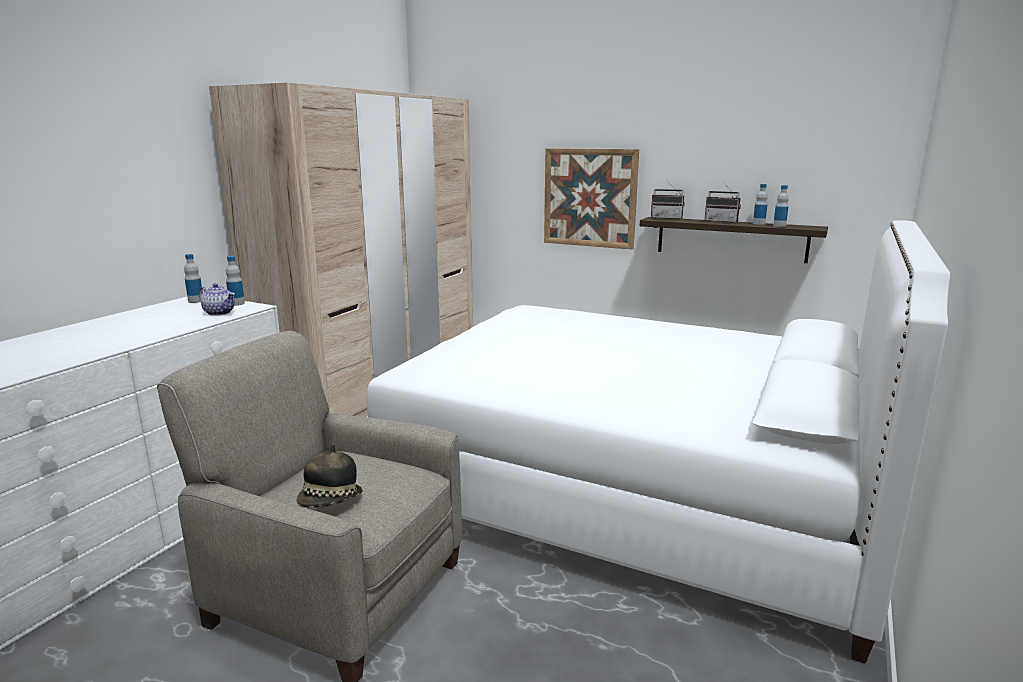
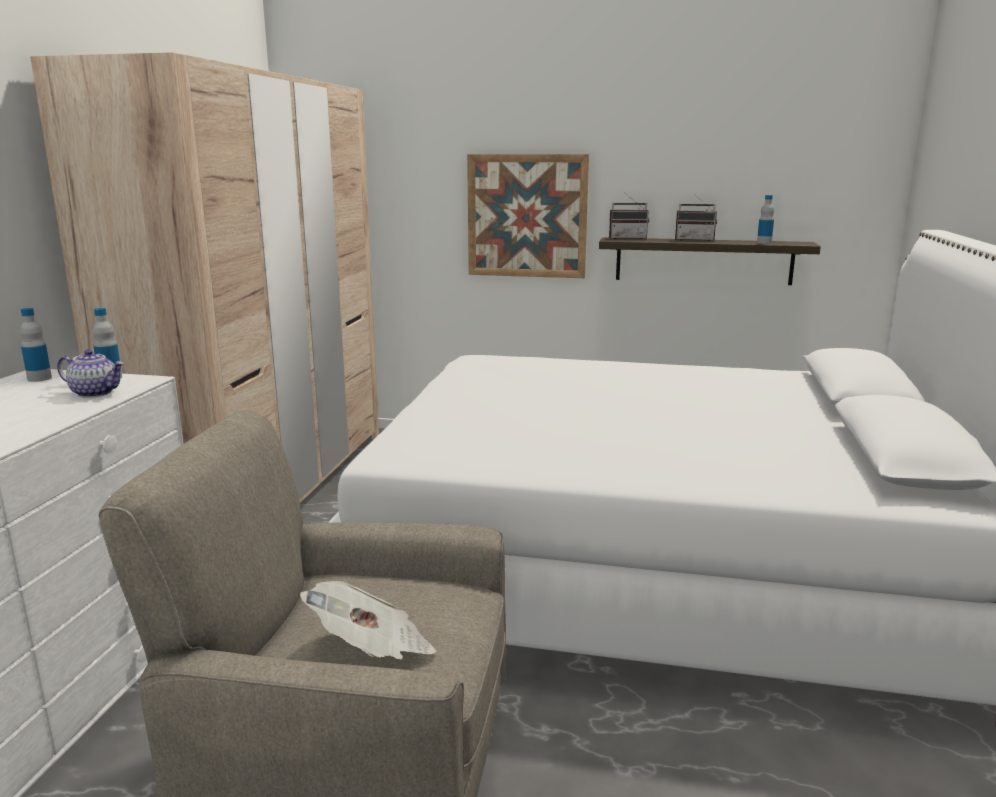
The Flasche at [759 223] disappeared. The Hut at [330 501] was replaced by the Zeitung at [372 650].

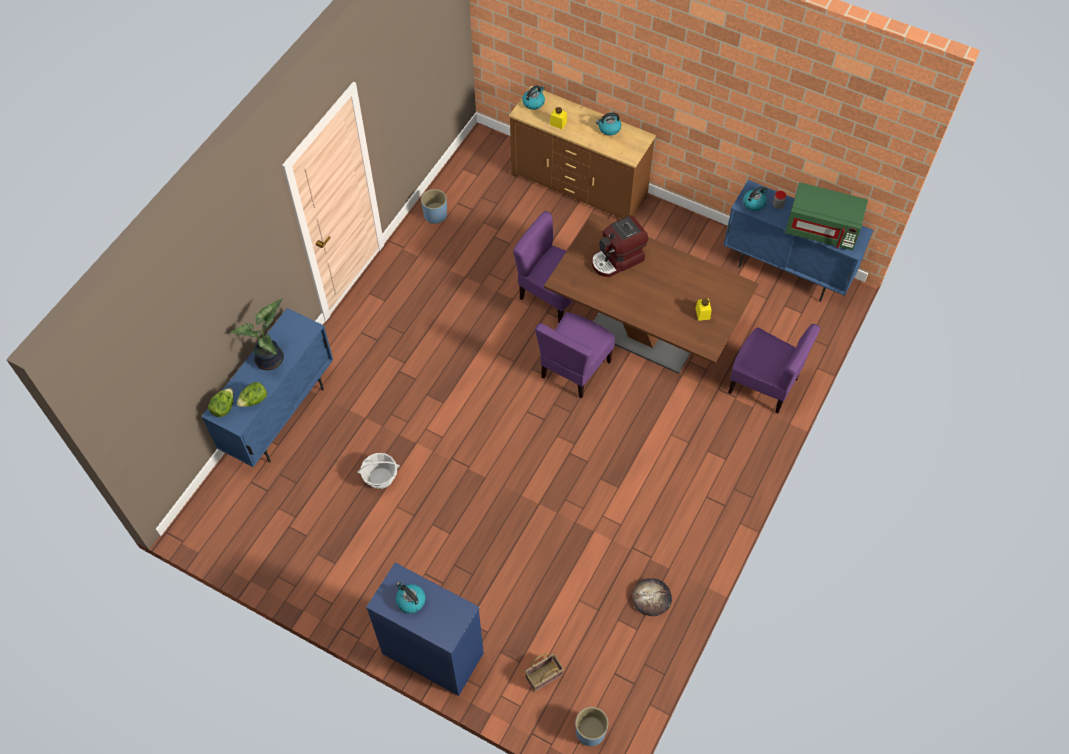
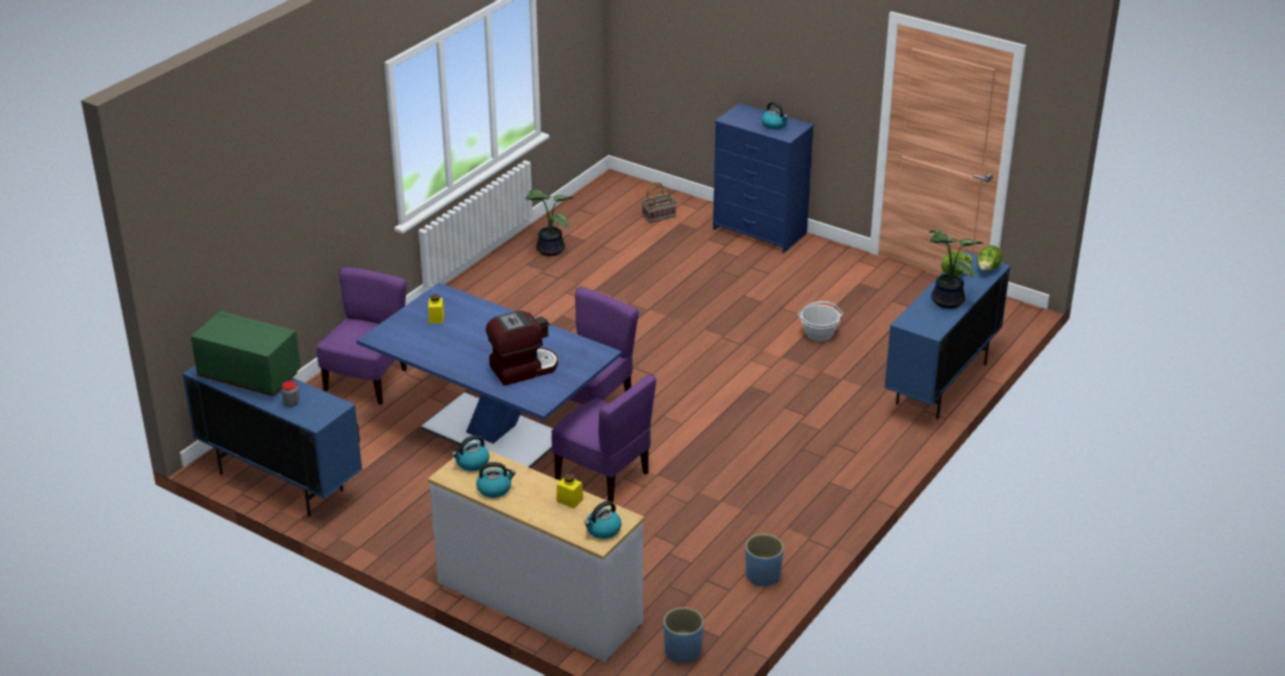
The Kommode [braun] at [579 184] became the Kommode [weiß] at [538 603]. The Wasserkessel moved from [754 203] to [472 463]. The Esstisch [braun] at [644 332] became the Esstisch [blau] at [493 433]. The Stuhl [lila] at [763 385] turned 75 degrees clockwise. The Brot at [651 598] was replaced by the Topfpflanze at [548 250]. The Pflanzkübel [blau] moved from [590 731] to [683 651].

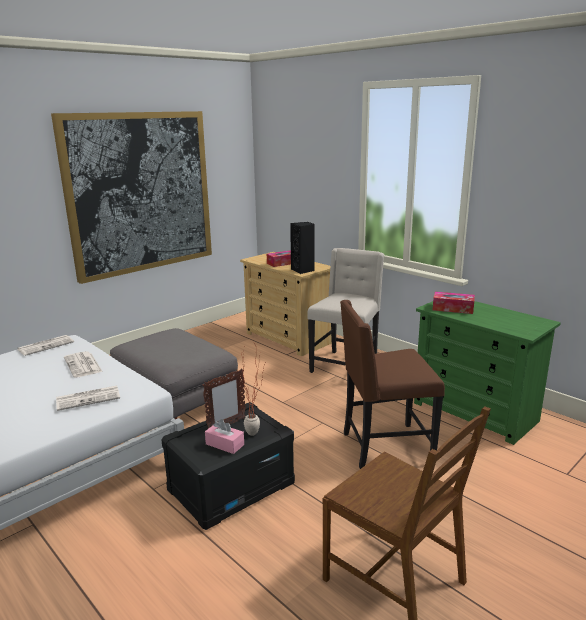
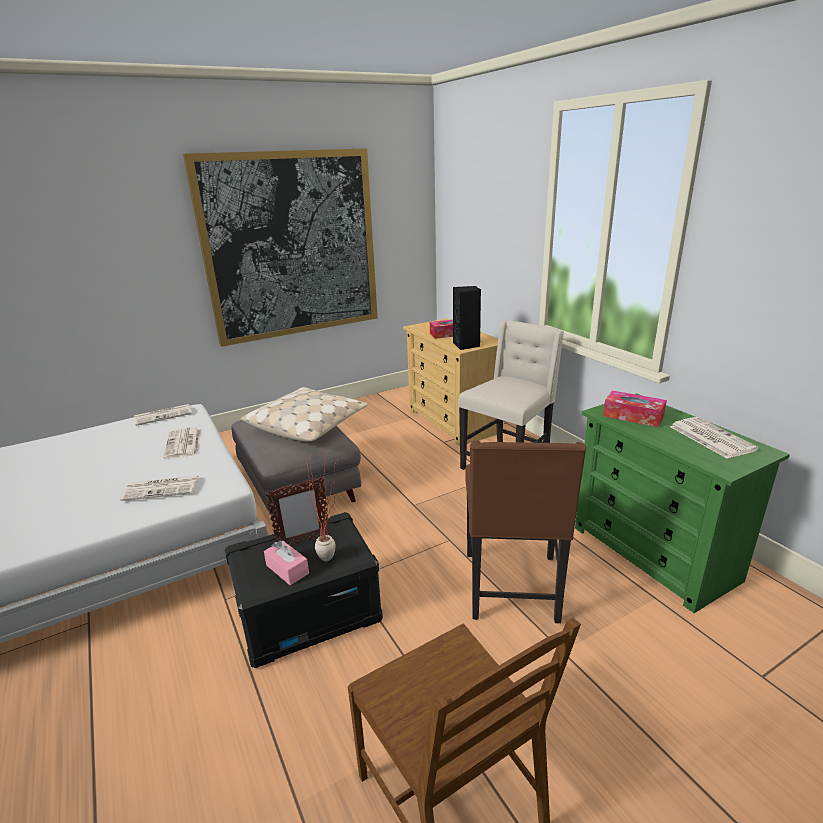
The Stuhl [braun] at [384 447] turned 90 degrees counterclockwise. The Kissen [beige] at [308 425] appeared. The Zeitung at [710 438] appeared.

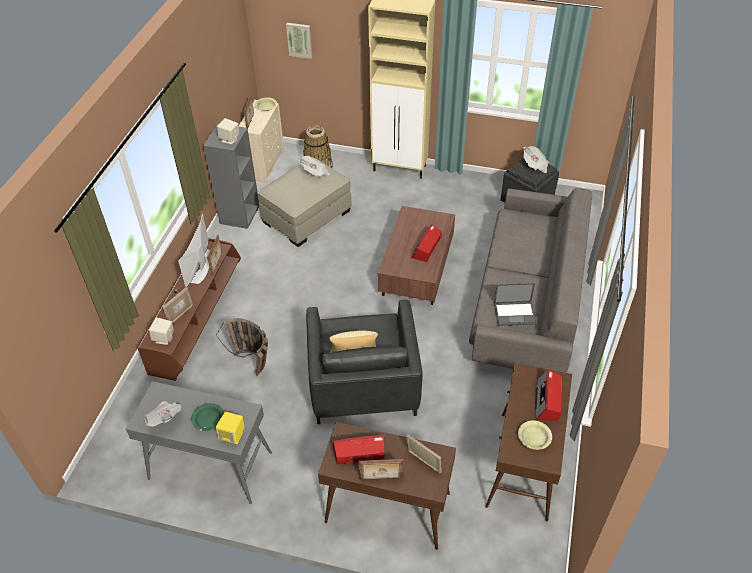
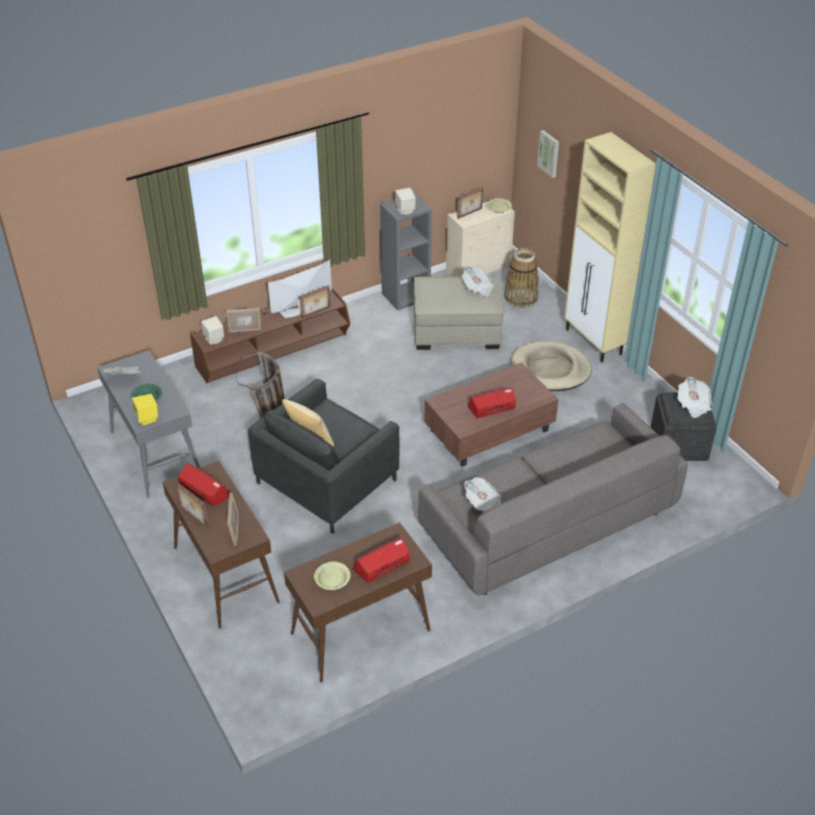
The Laptop at [515 313] was replaced by the Zeitung at [483 504]. The Hundebett [beige] at [550 369] appeared.

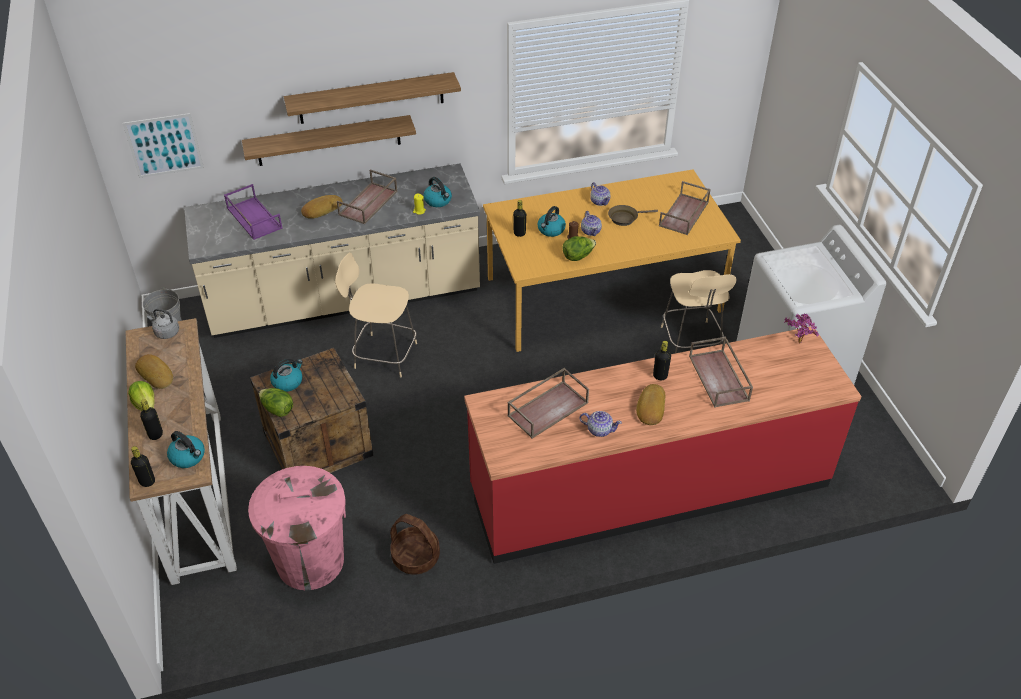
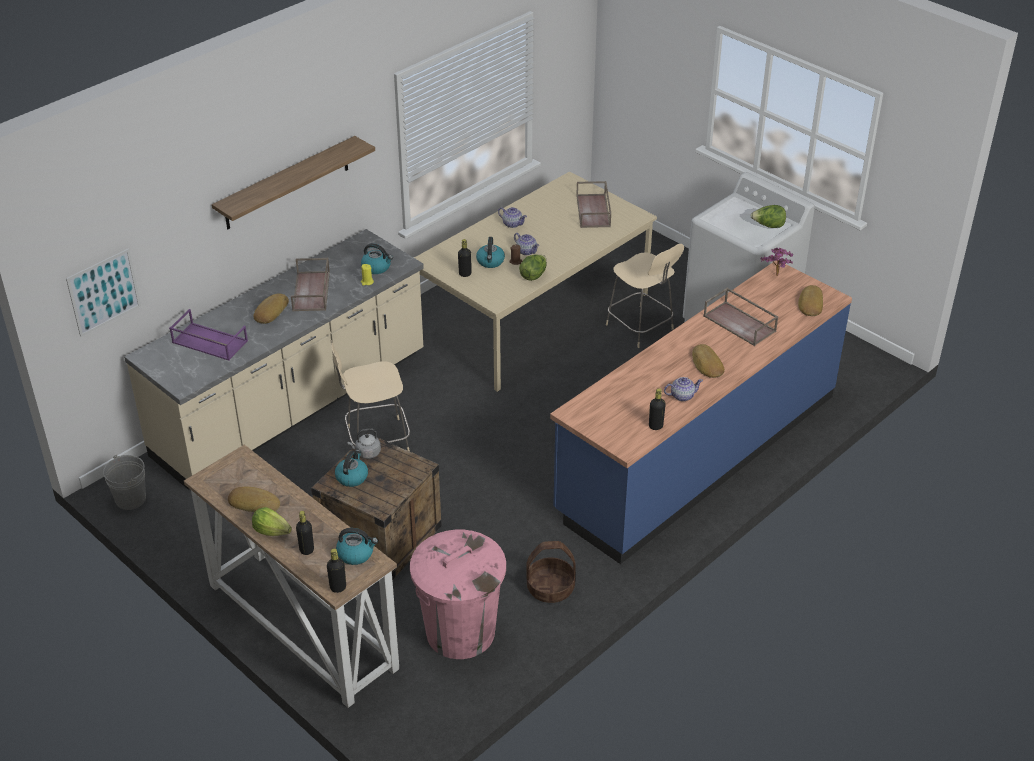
The Wandregal at [329 140] disappeared. The Esstisch [orange] at [603 293] became the Esstisch [beige] at [534 315]. The Pfanne [braun] at [625 218] disappeared. The Wasserkessel [grau] moved from [166 332] to [366 453]. The Küchenzeile [rot] at [649 486] became the Küchenzeile [blau] at [697 453]. The Flasche [schwarz] moved from [660 376] to [655 426]. The Tablett [braun] at [548 408] disappeared. The Salatkopf moved from [277 409] to [768 226]. The Brot at [810 304] appeared.

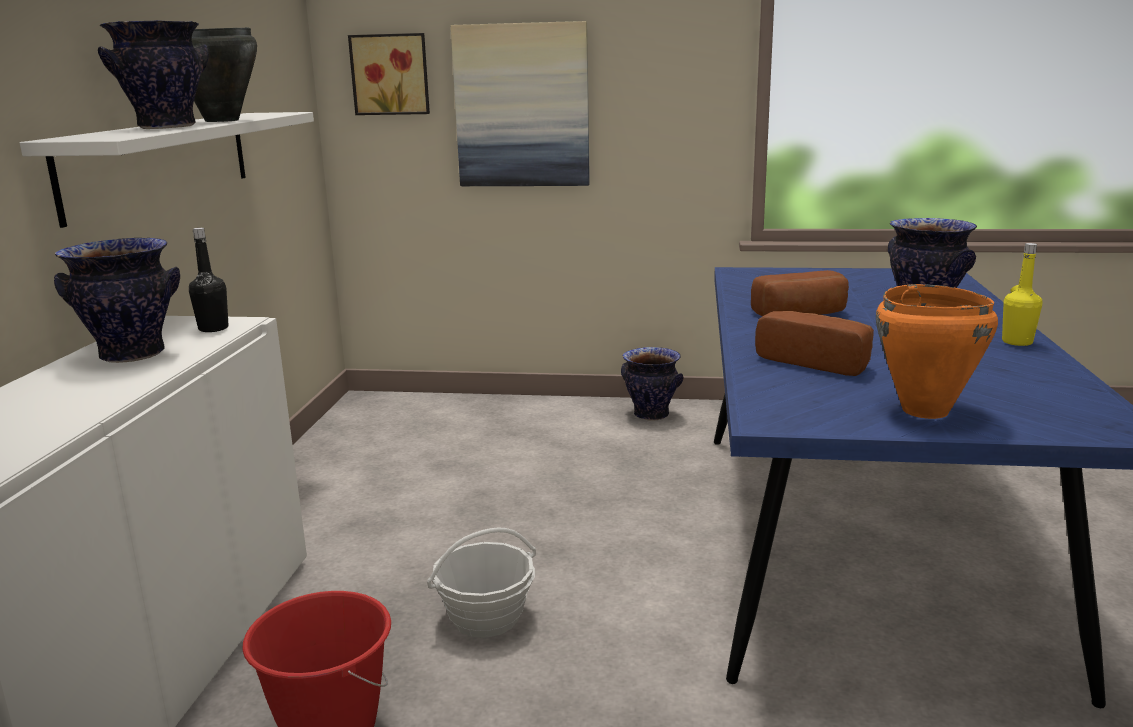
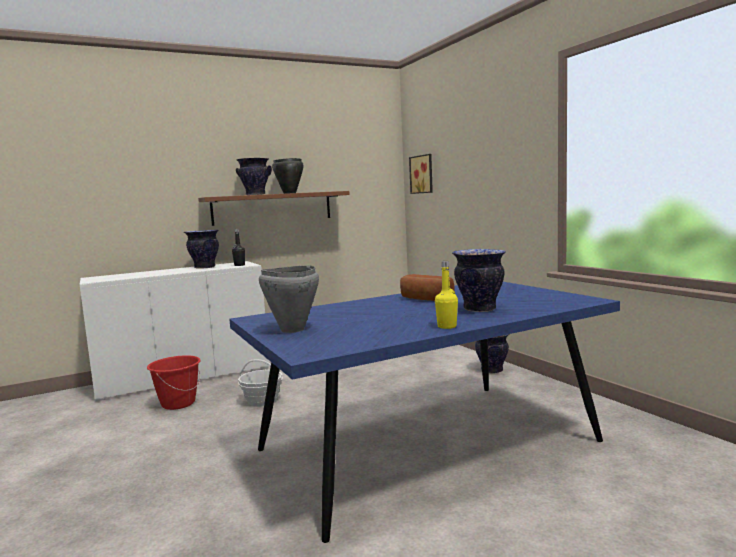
The Bild at [522 106] disappeared. The Wandregal [weiß] at [161 162] became the Wandregal [braun] at [272 208]. The Kochtopf [orange] at [924 411] became the Kochtopf [grau] at [292 330]. The Brot at [816 361] disappeared.

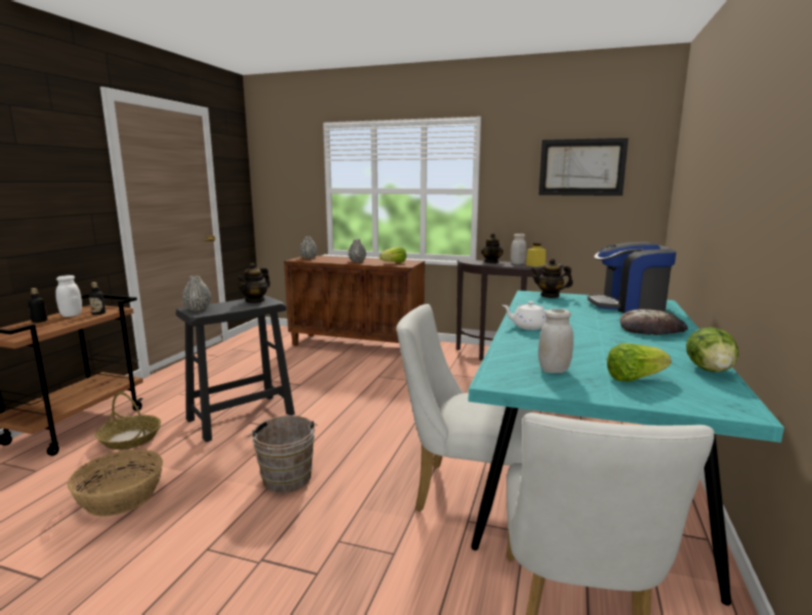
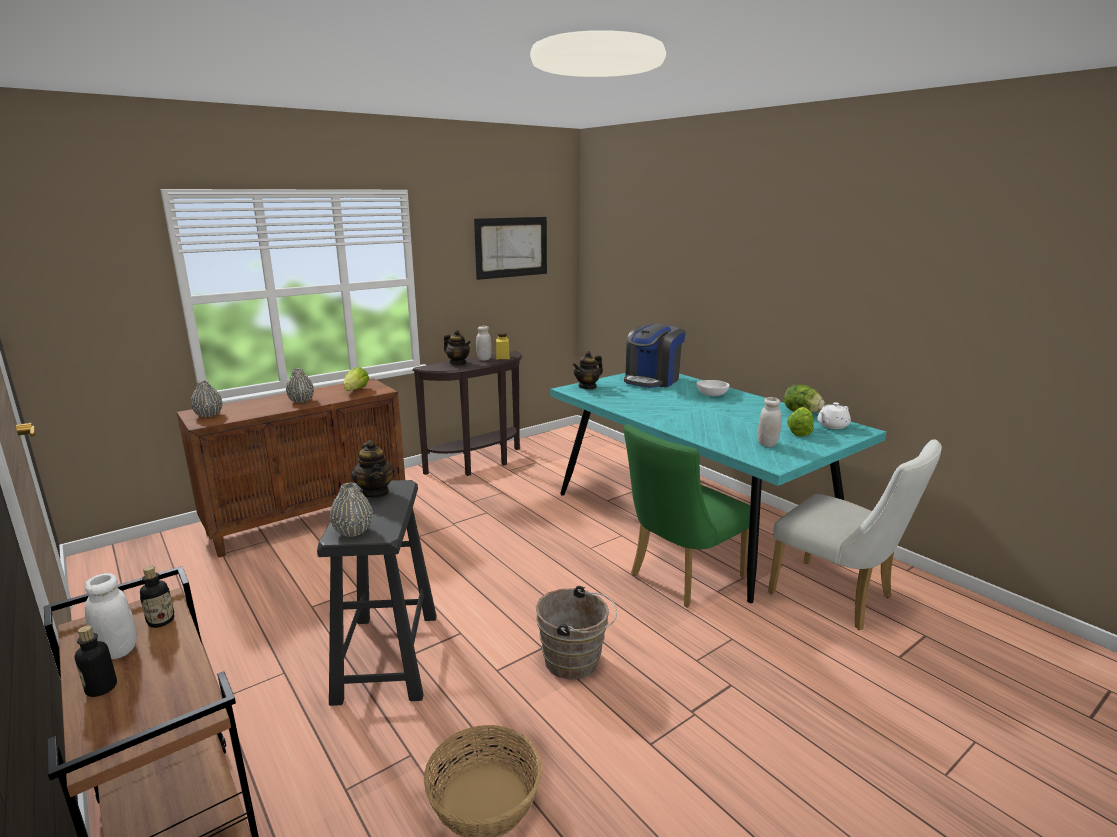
The Teekanne [weiß] moved from [528 326] to [832 426]. The Stuhl [weiß] at [462 492] became the Stuhl [grün] at [680 578]. The Brot at [651 329] was replaced by the Schüssel [weiß] at [712 395]. The Korb at [130 438] disappeared.

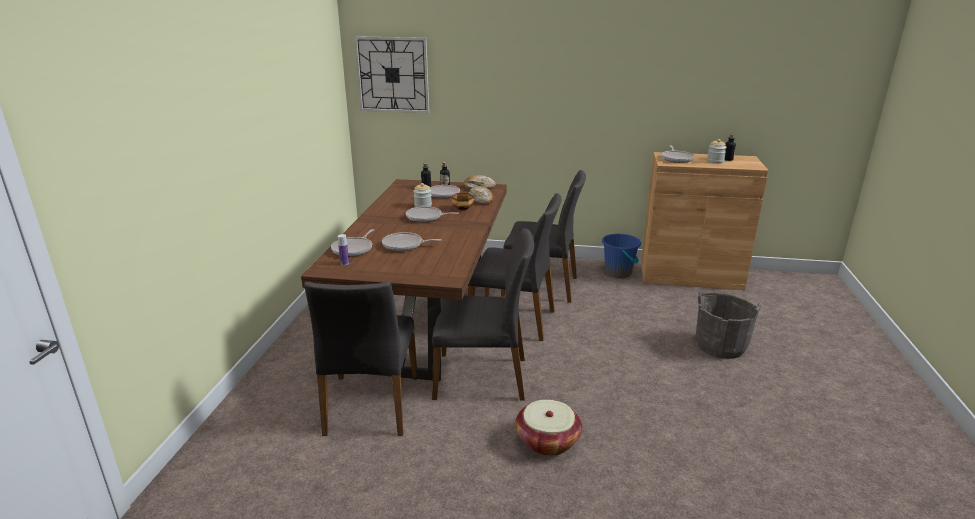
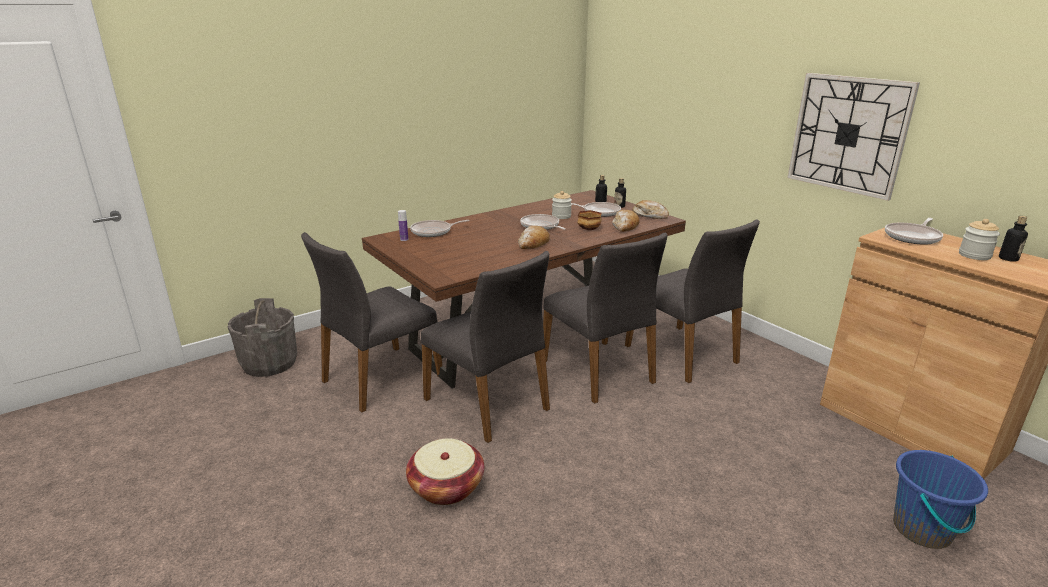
The Wanduhr moved from [392 75] to [848 134]. The Pfanne at [405 245] disappeared. The Eimer [blau] moved from [618 273] to [922 530]. The Eimer [grau] moved from [720 346] to [269 363]. The Brot at [533 244] appeared.

